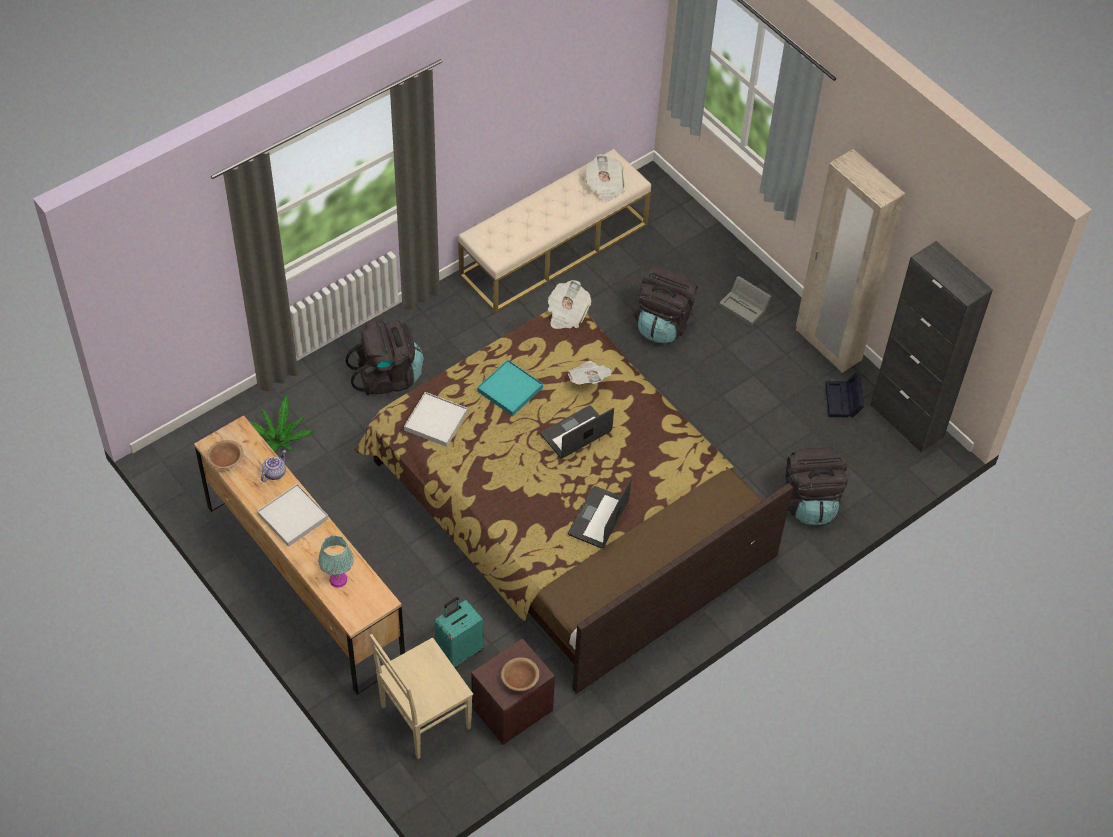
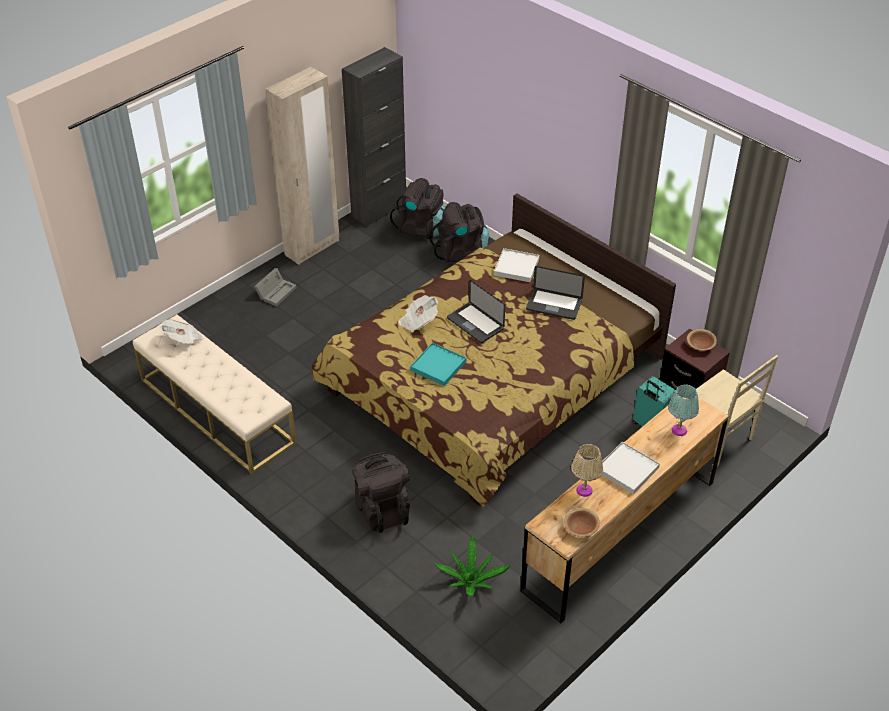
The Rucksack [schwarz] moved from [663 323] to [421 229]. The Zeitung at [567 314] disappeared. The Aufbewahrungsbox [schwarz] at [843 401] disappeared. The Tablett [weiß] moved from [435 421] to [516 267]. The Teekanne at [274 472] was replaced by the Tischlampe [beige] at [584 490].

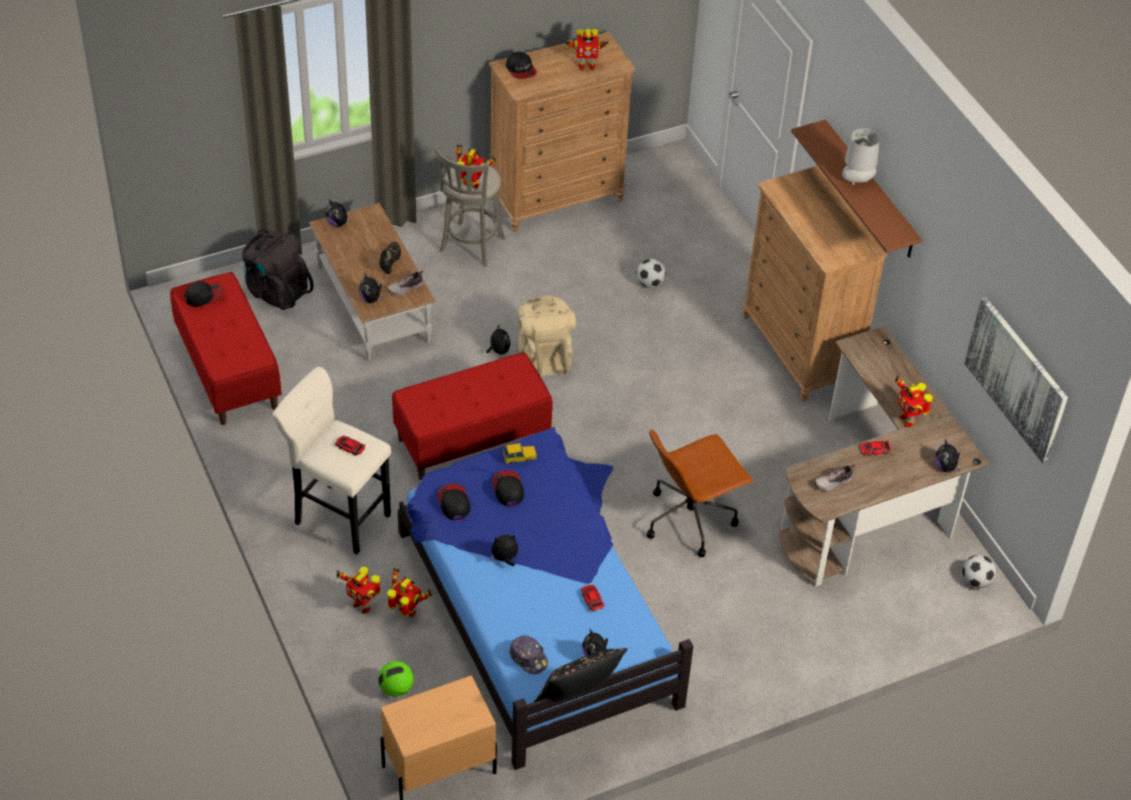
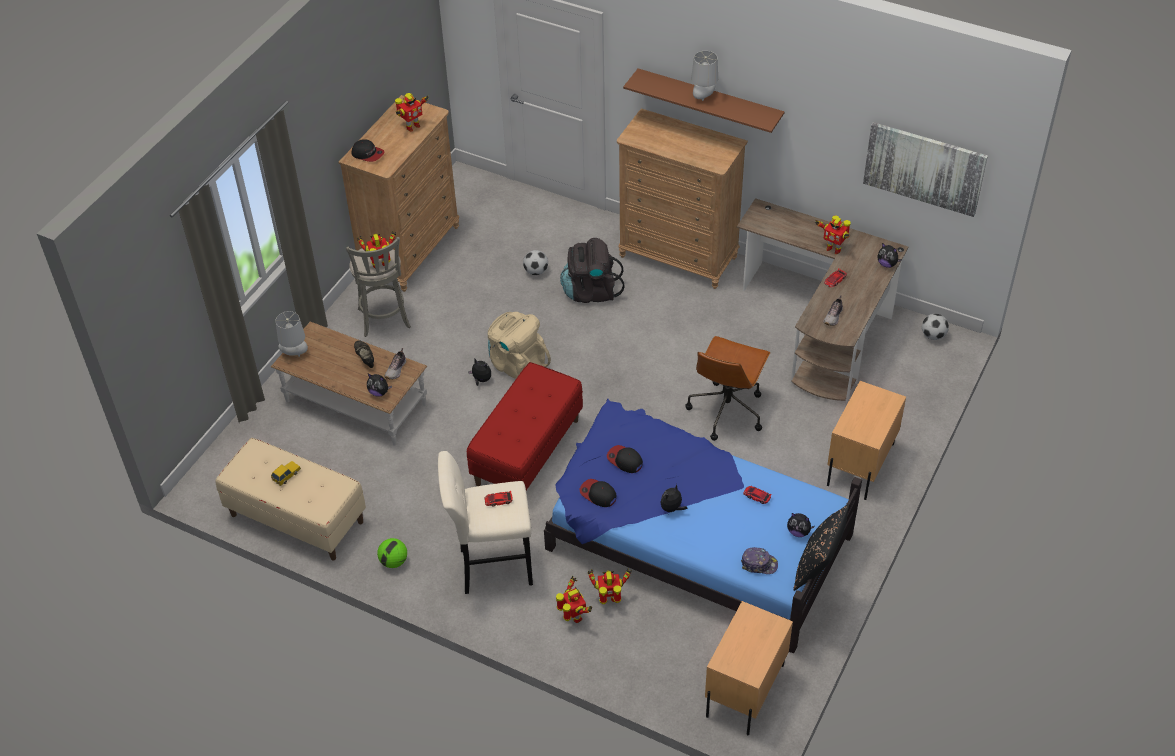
The Plüschtier at [338 223] was replaced by the Tischlampe [grau] at [295 354]. The Rucksack [schwarz] moved from [276 290] to [591 291]. The Bank [rot] at [228 371] became the Bank [beige] at [296 518]. The Kappe at [204 296] disappeared. The Spielzeugauto moved from [520 457] to [286 475]. The Spielzeugroboter at [362 605] turned 120 degrees counterclockwise. The Fußball moved from [396 688] to [393 561]. The Nachttisch [beige] at [860 464] appeared.

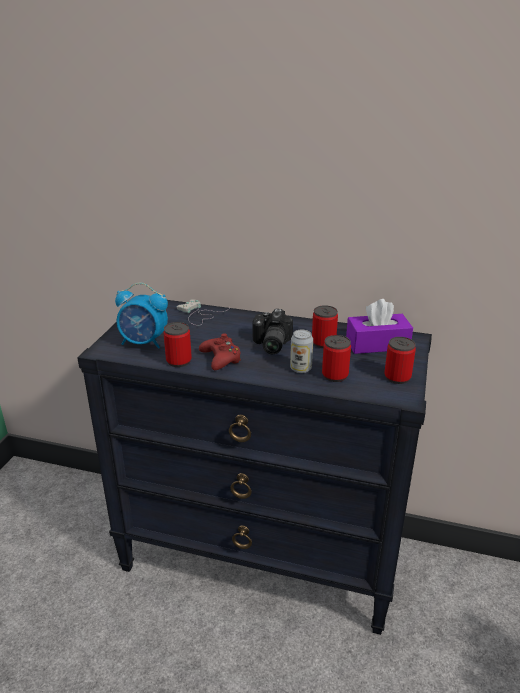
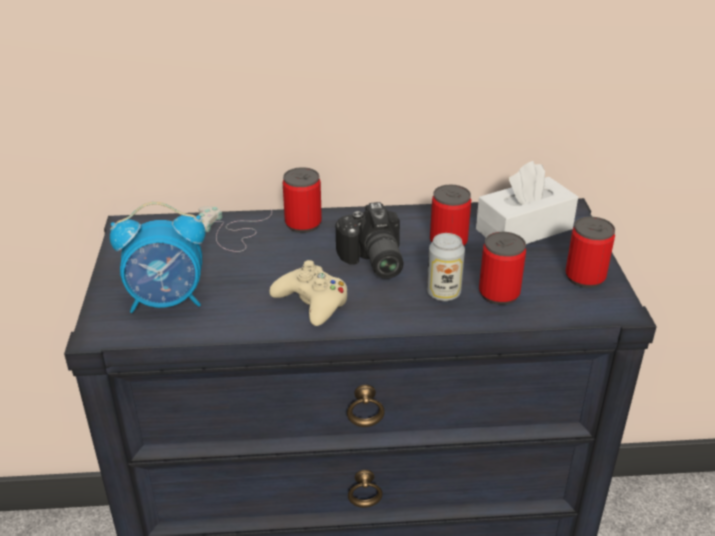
The Taschentuchbox [lila] at [377 344] became the Taschentuchbox [weiß] at [524 229]. The Dose moved from [179 361] to [303 224]. The Gamepad [rot] at [221 358] became the Gamepad [beige] at [312 302].

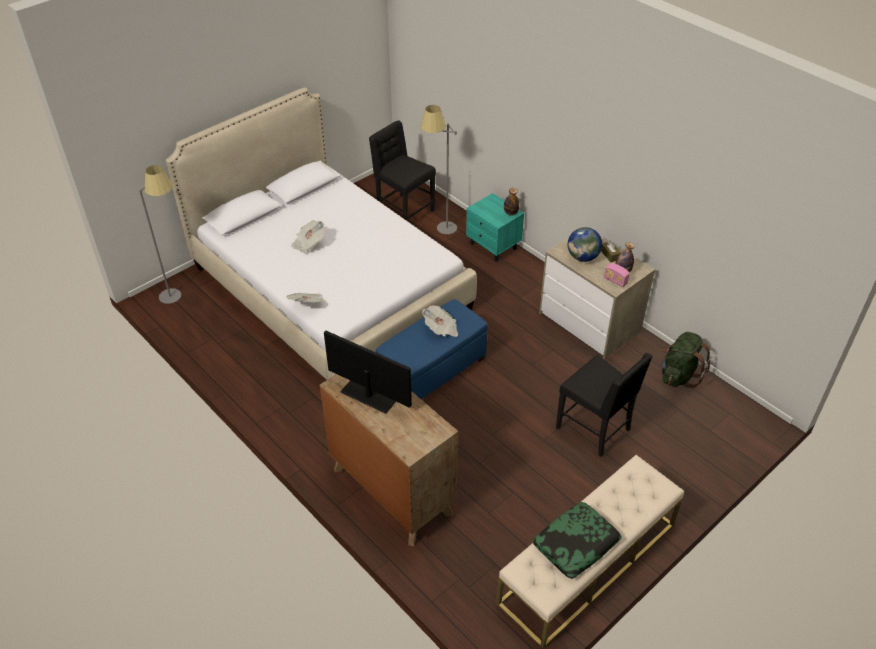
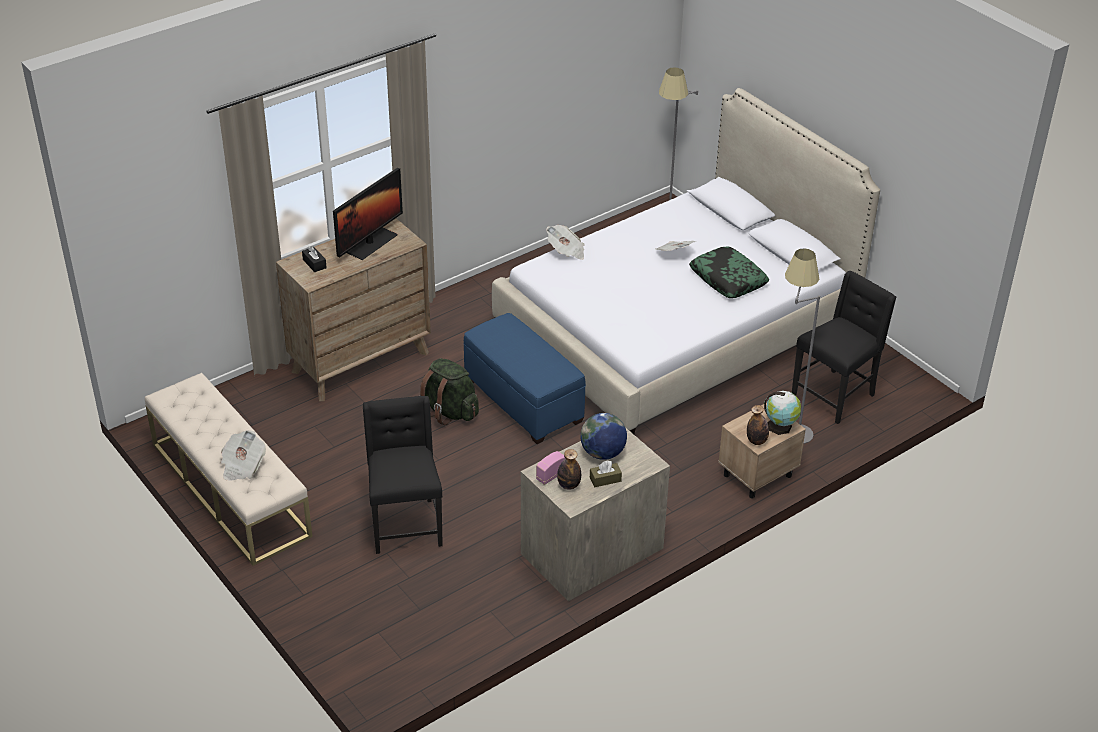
The Nachttisch [türkis] at [493 246] became the Nachttisch [beige] at [756 475]. The Zeitung moved from [441 329] to [242 466]. The Rucksack [grün] moved from [679 375] to [449 411]. The Stuhl [schwarz] at [595 429] turned 120 degrees clockwise. The Kissen moved from [576 545] to [727 279]. The Taschentuchbox [schwarz] at [314 264] appeared. The Globus at [780 426] appeared.

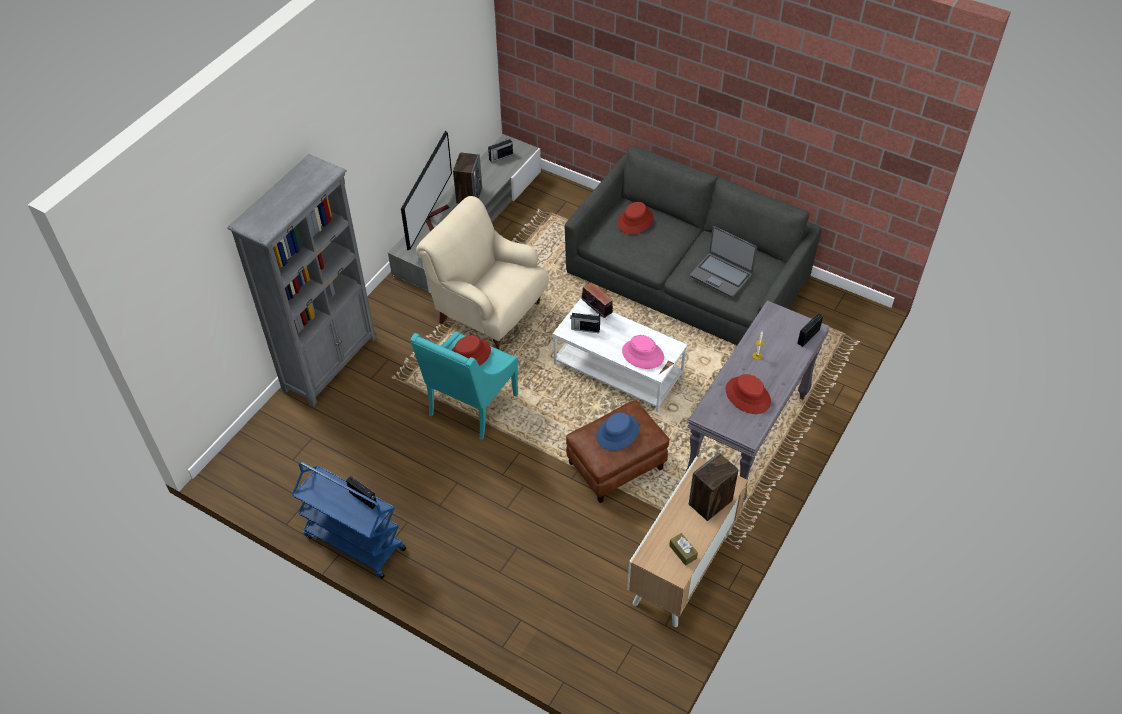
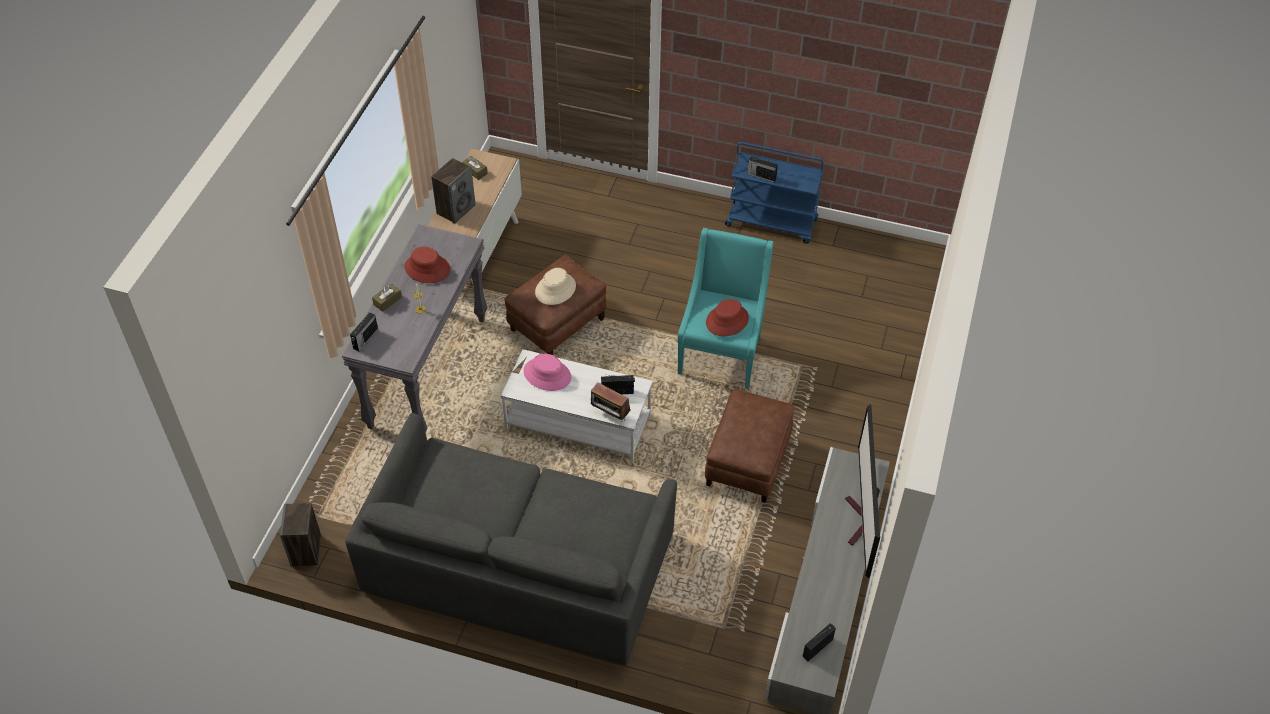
The Lautsprecher moved from [469 195] to [306 550]. The Bücherregal [grau] at [330 363] disappeared. The Sessel [beige] at [488 312] was replaced by the Polsterhocker [braun] at [747 463]. The Hut [rot] at [635 221] disappeared. The Laptop at [721 275] disappeared. The Hut [blau] at [618 433] became the Hut [beige] at [555 289]. The Taschentuchbox [braun] at [387 301] appeared.

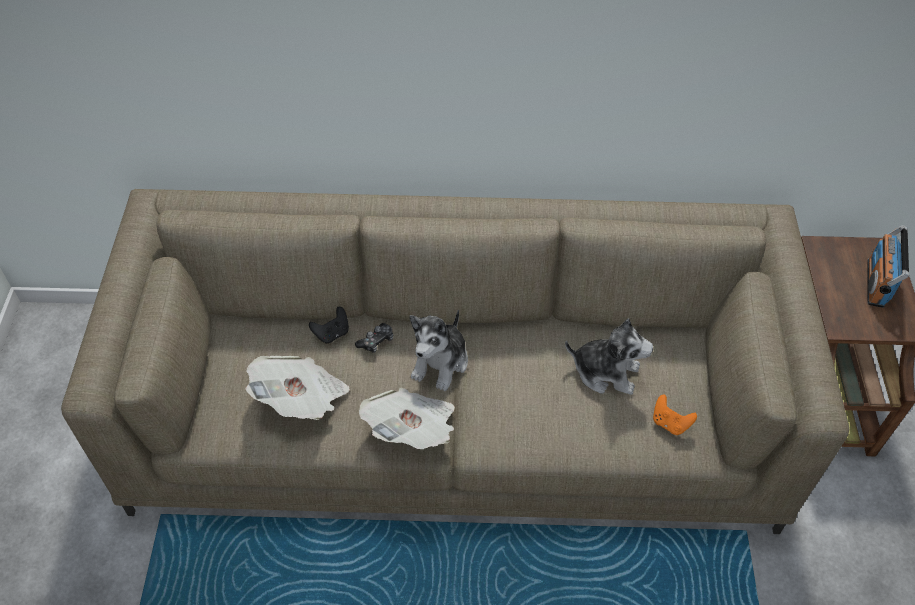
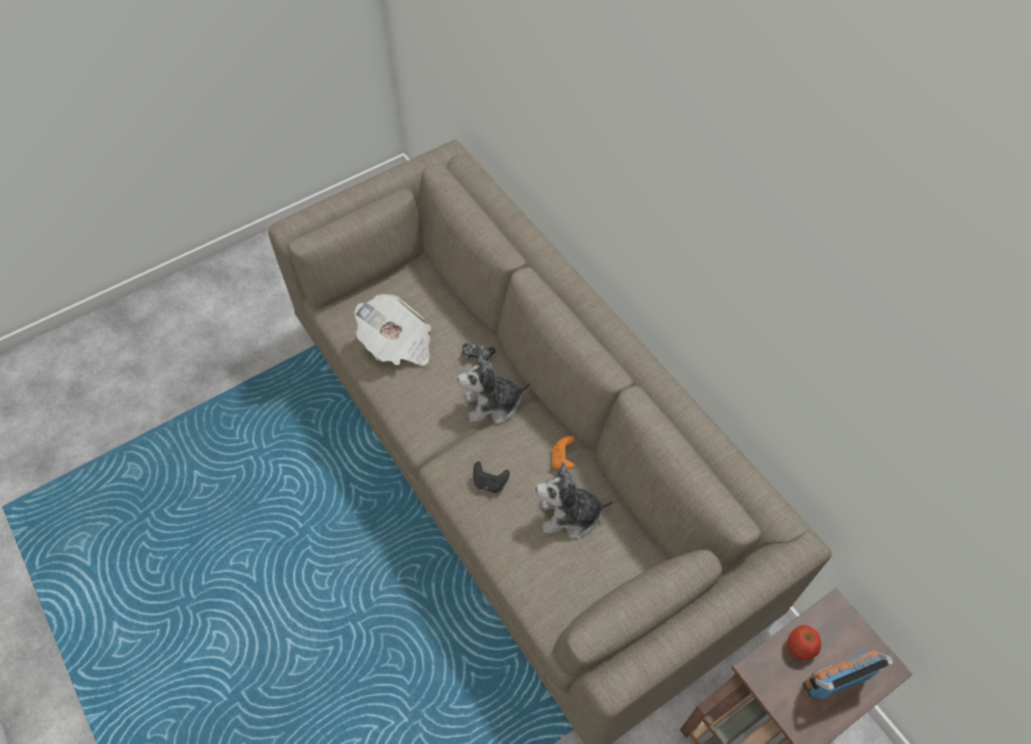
The Gamepad [schwarz] moved from [332 333] to [490 483]. The Plüschtier at [606 372] turned 105 degrees clockwise. The Zeitung at [412 430] disappeared. The Gamepad [orange] moved from [670 423] to [562 459]. The Apfel at [801 646] appeared.

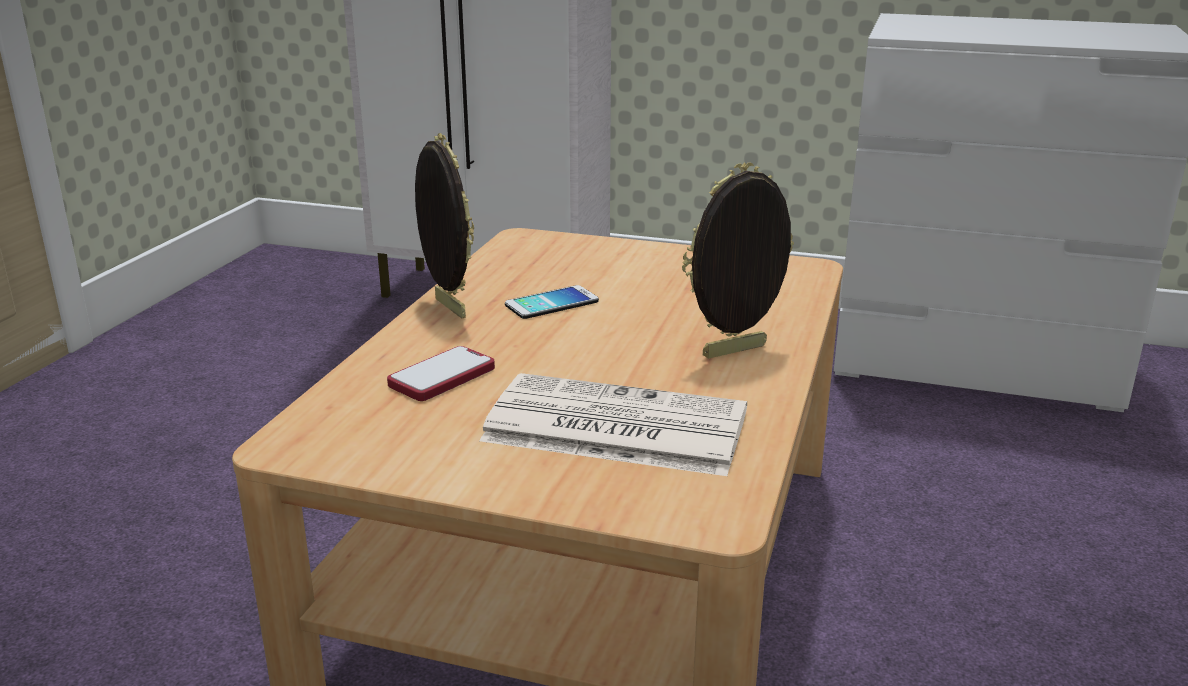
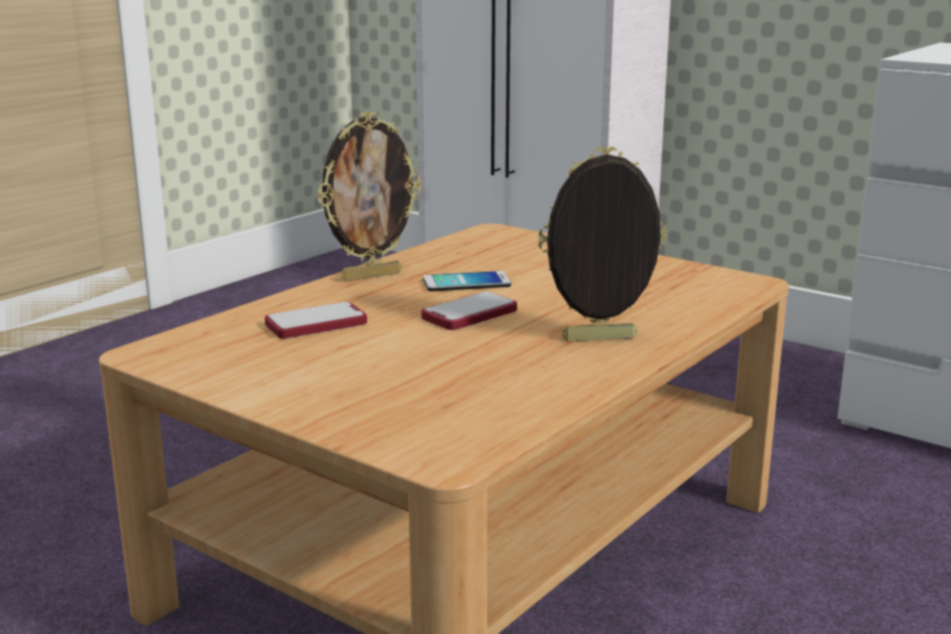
The Bilderrahmen at [447 308] turned 75 degrees clockwise. The Zeitung at [612 427] disappeared. The Handy at [469 314] appeared.

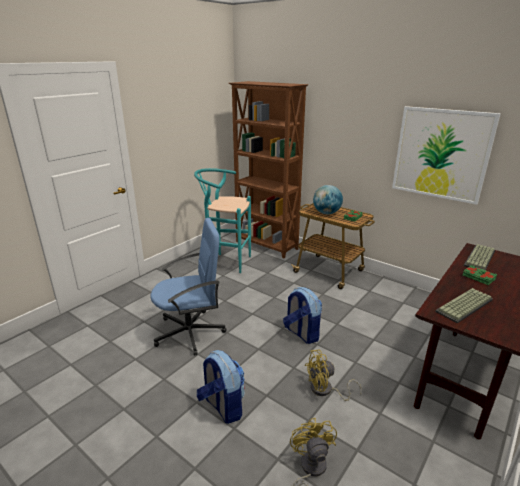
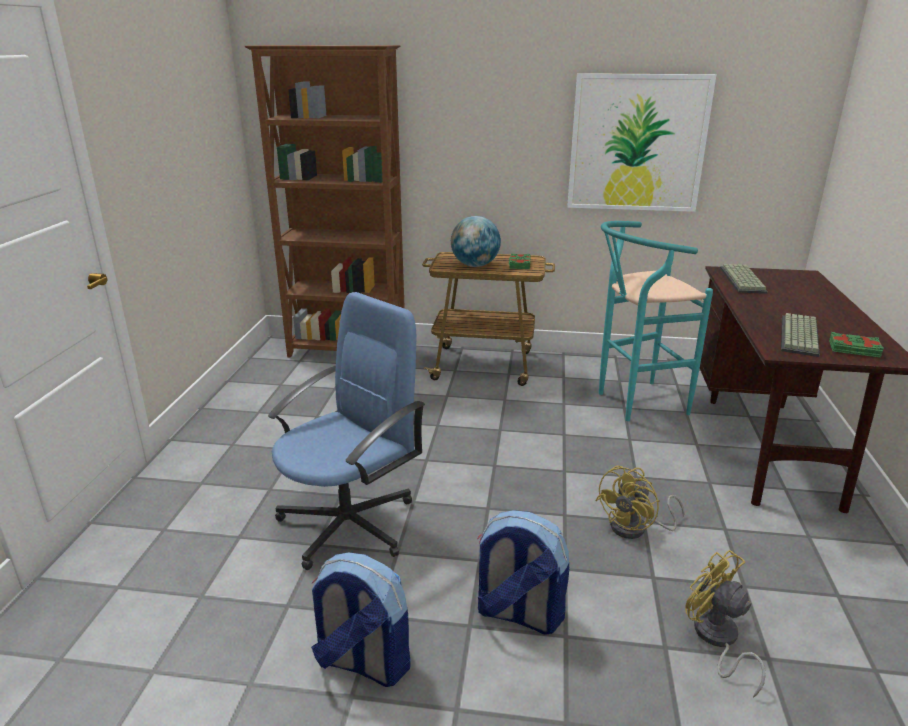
The Hocker [türkis] moved from [225 262] to [633 403]. The Buch [grün] moved from [478 277] to [854 349]. The Rucksack moved from [301 333] to [362 662].

